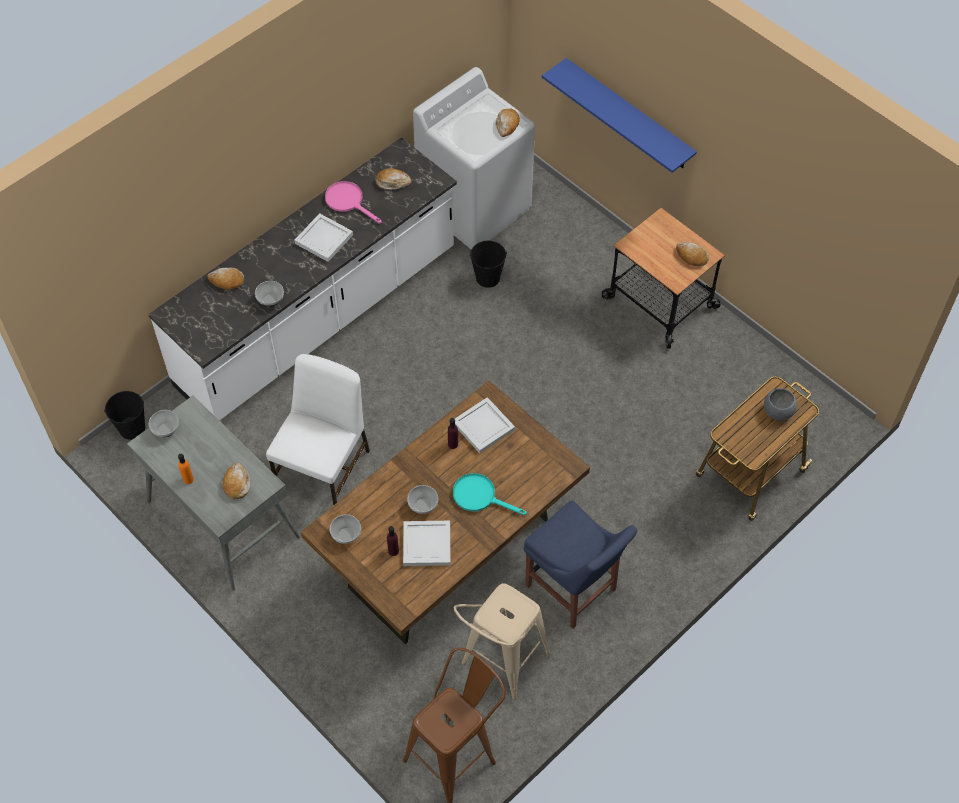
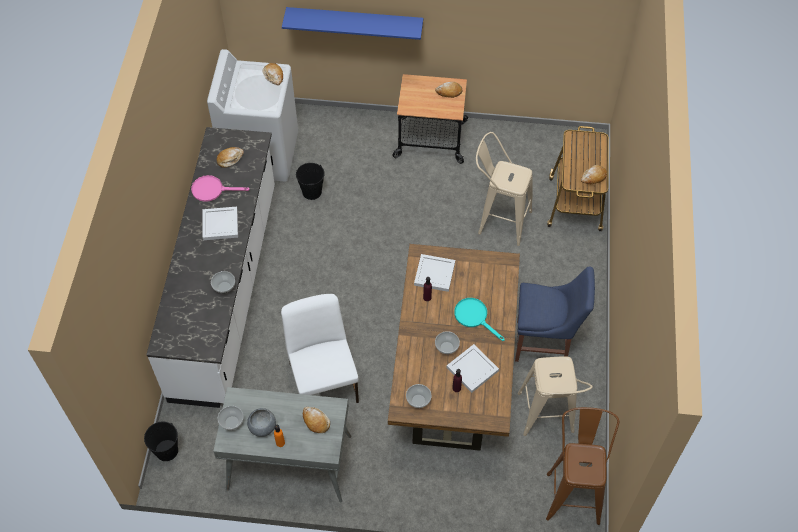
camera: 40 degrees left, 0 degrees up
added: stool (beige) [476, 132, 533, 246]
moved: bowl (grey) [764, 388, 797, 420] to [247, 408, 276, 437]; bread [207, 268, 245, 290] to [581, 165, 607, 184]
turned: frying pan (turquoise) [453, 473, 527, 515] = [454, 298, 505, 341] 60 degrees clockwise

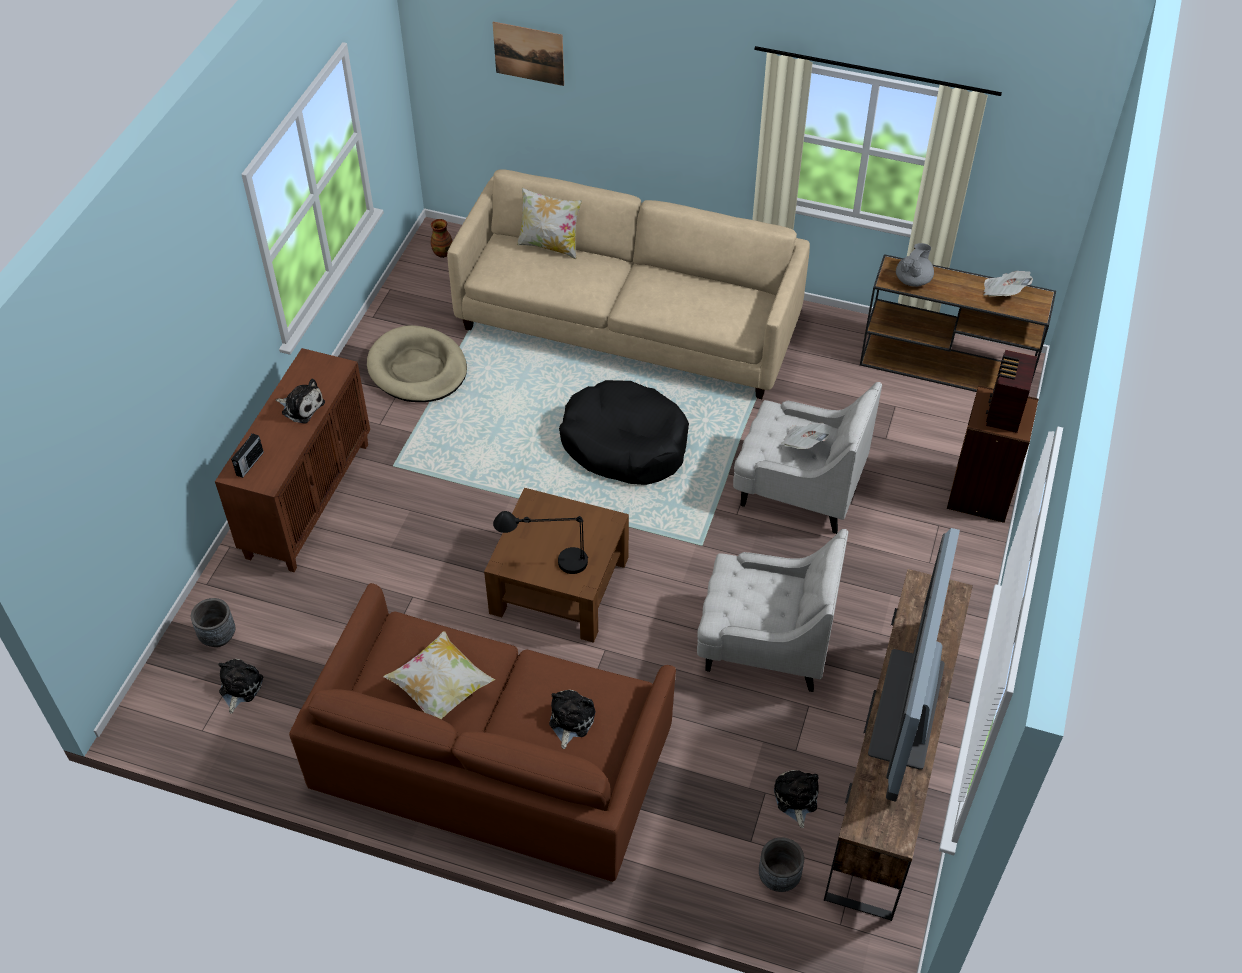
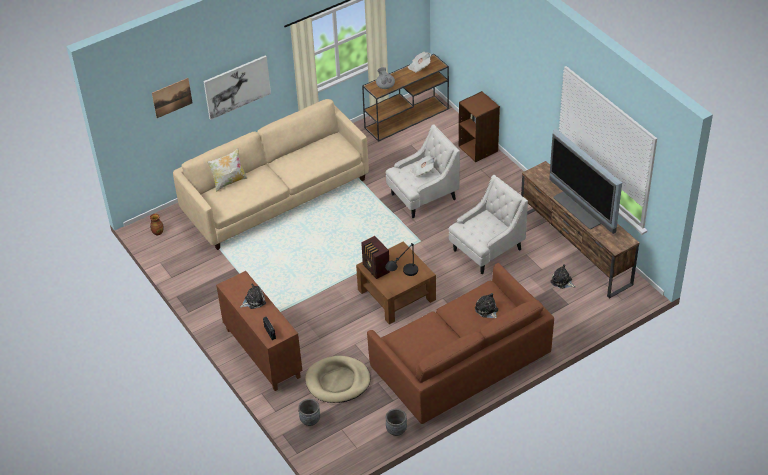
camera: 50 degrees left, 5 degrees down
removed: plush toy [218, 659, 263, 714]; pillow [383, 631, 495, 719]; dog bed (black) [559, 380, 689, 485]
added: picture [204, 55, 271, 120]
moved: dog bed (beige) [367, 325, 467, 402] to [305, 356, 370, 403]; radio [986, 350, 1037, 433] to [361, 236, 390, 279]; planter (grey) [759, 837, 804, 892] to [386, 409, 407, 436]

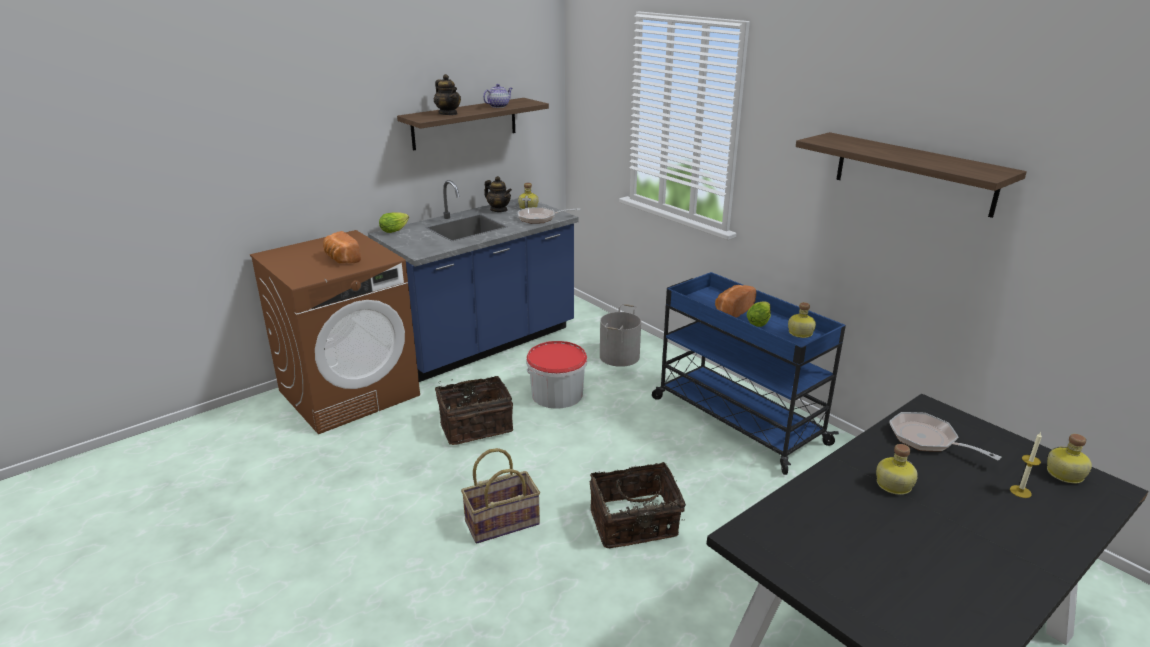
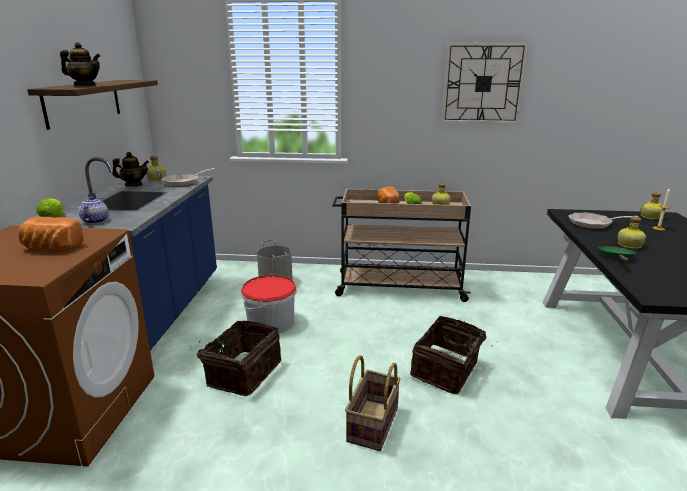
camera: 45 degrees left, 5 degrees down
added: frying pan (green) [598, 246, 636, 262]
moved: teapot [483, 84, 512, 108] to [78, 196, 108, 224]
replaced: shelf [796, 132, 1027, 218] to wall clock [442, 43, 529, 124]
recoloured: cart (blue) [652, 272, 846, 475] to cart (beige) [333, 189, 471, 302]

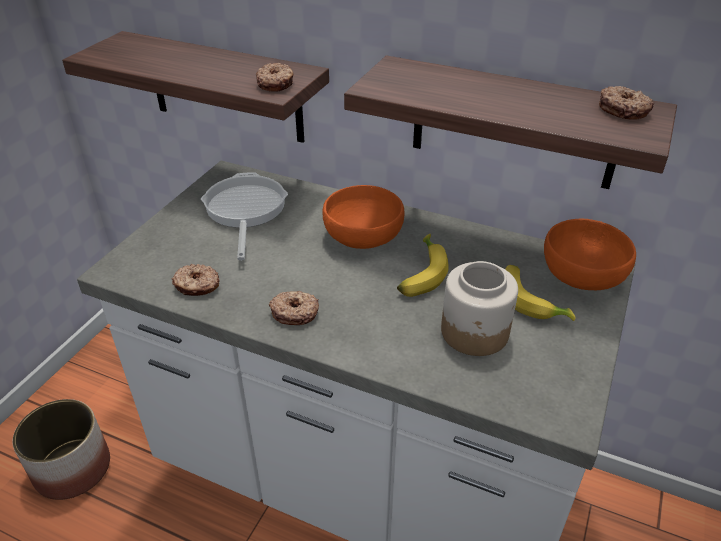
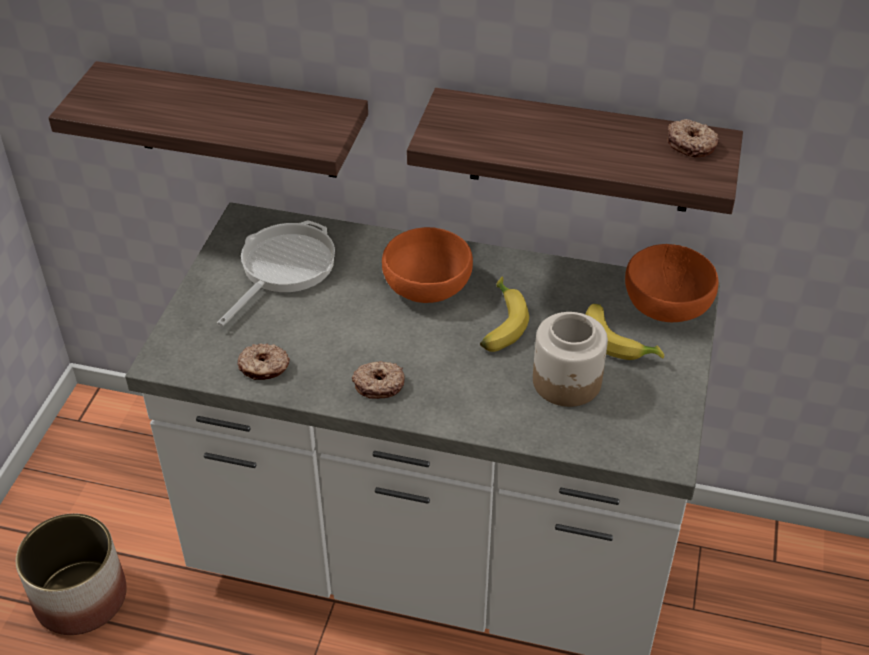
camera: 10 degrees left, 5 degrees up
removed: donut [256, 63, 294, 92]
turned: frying pan [201, 172, 288, 261] = [217, 221, 335, 327] 45 degrees clockwise

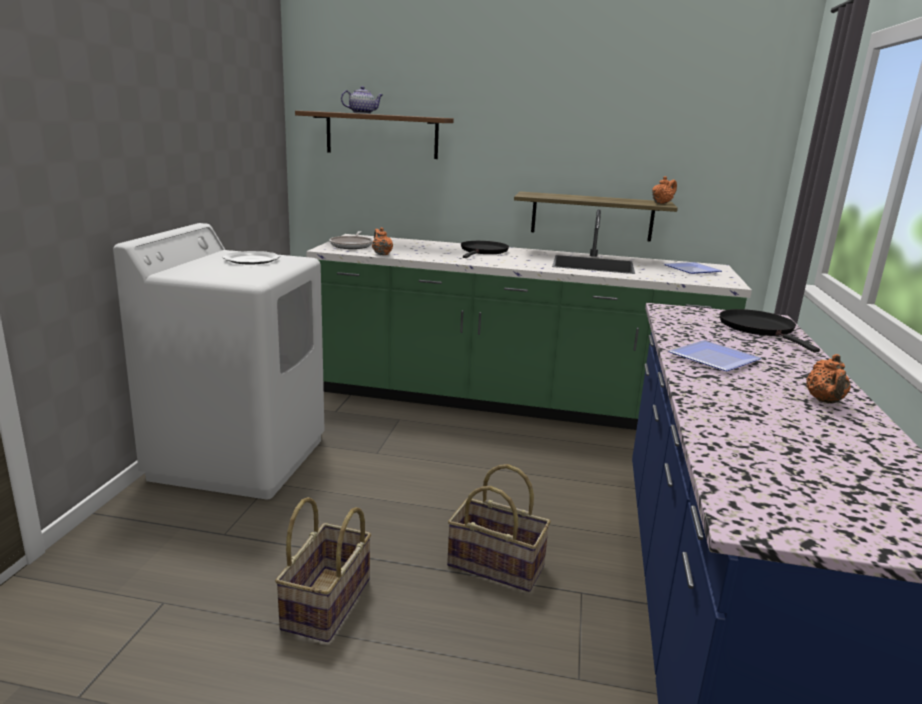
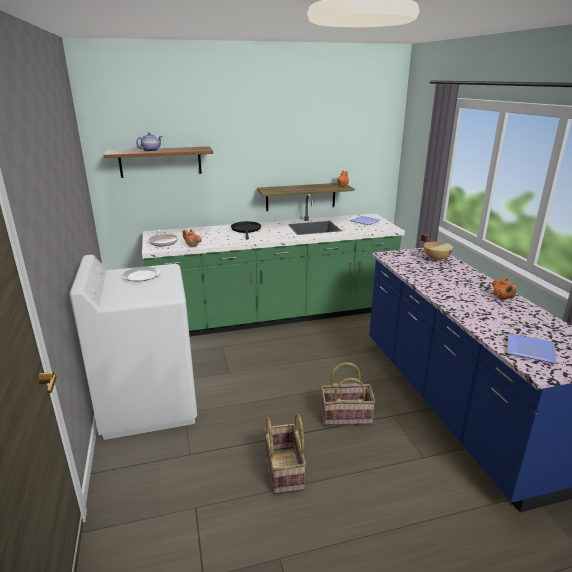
camera: 25 degrees left, 5 degrees up
moved: plate [669, 340, 762, 371] to [507, 333, 557, 364]
replaced: frying pan (black) [720, 309, 820, 352] to cooking pot (beige) [421, 234, 454, 262]

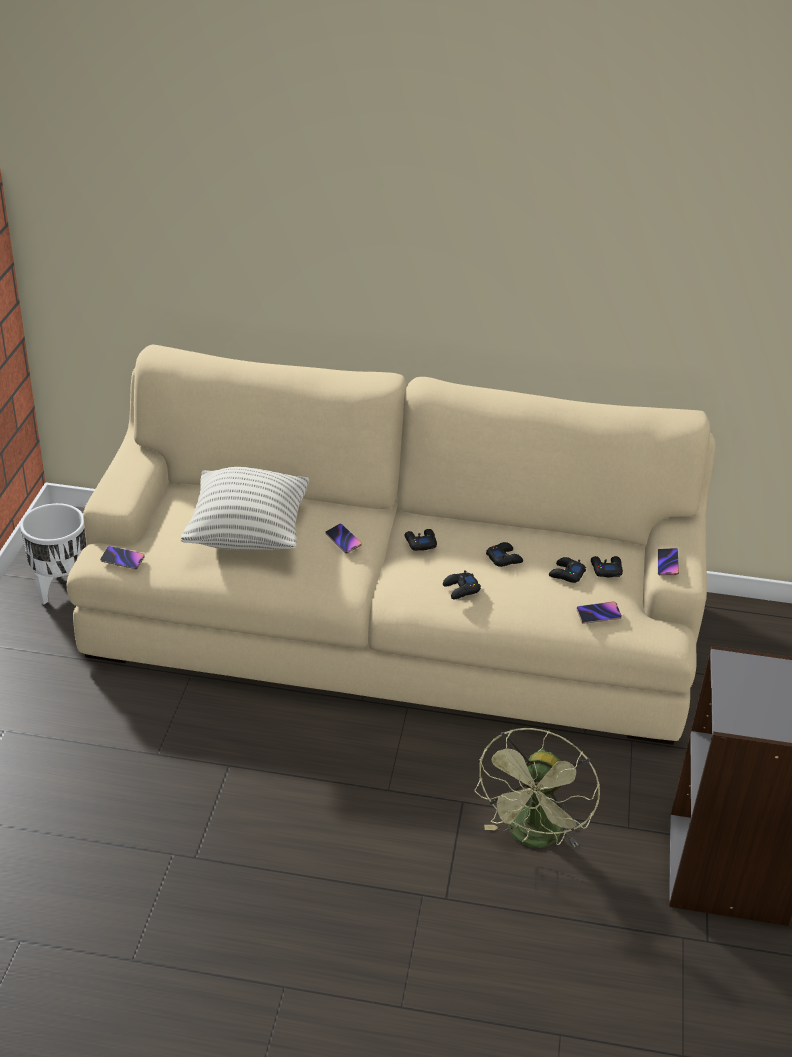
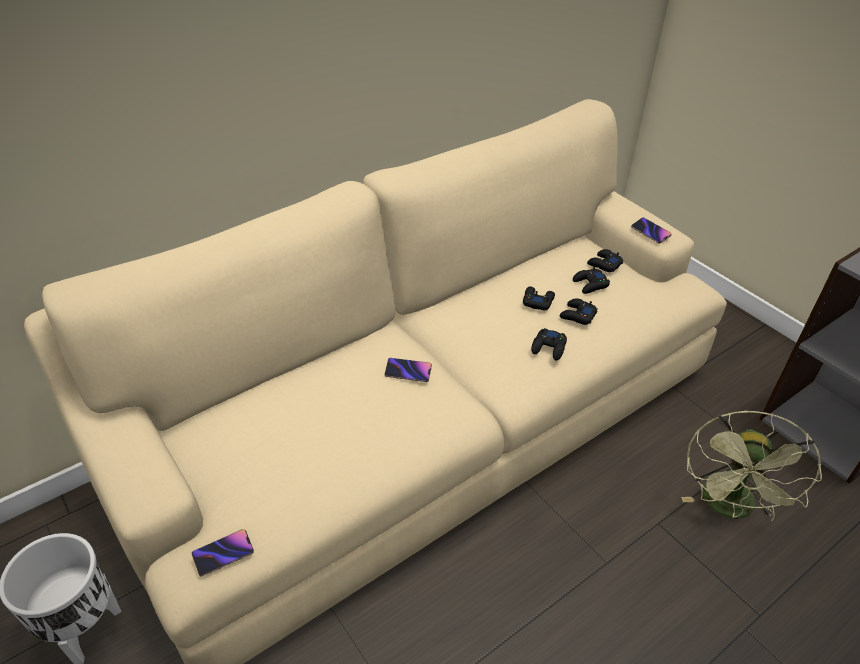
camera: 45 degrees left, 5 degrees up
removed: pillow [181, 467, 309, 550]; phone [577, 601, 622, 624]
moved: game controller (black) [405, 529, 437, 551] to [559, 298, 598, 325]
turned: fan (green) [474, 728, 600, 848] = [681, 411, 822, 521] 45 degrees clockwise

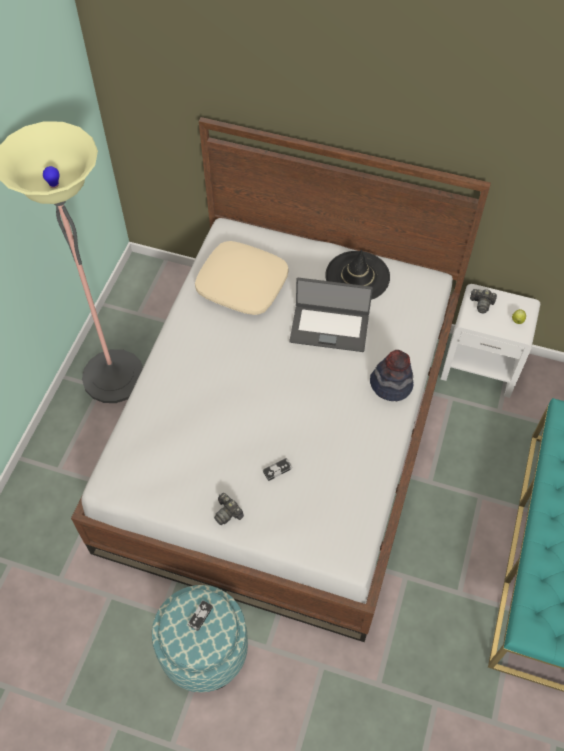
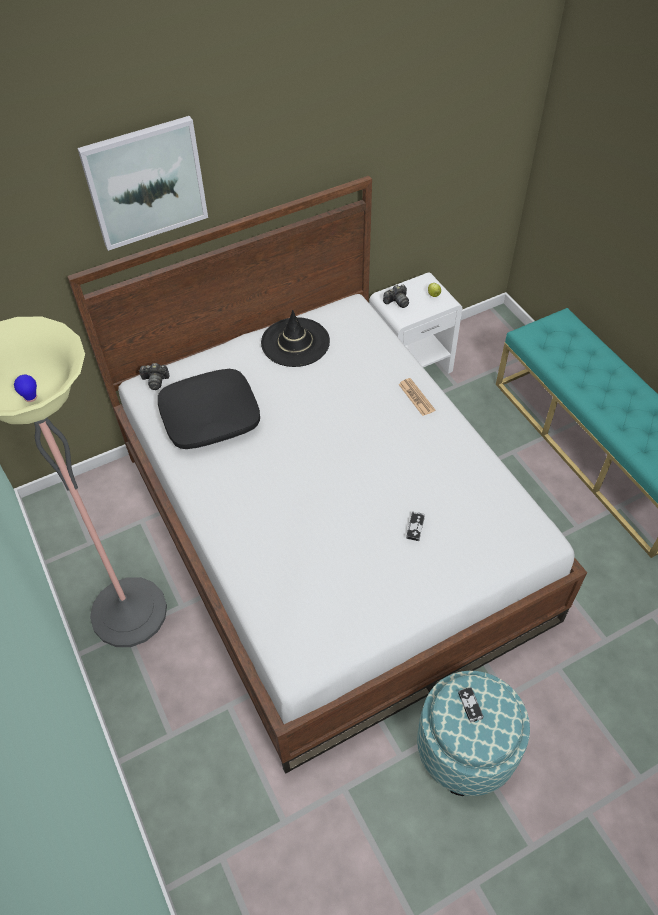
camera: 45 degrees left, 5 degrees down
removed: laptop [289, 278, 373, 352]
added: picture [77, 116, 208, 251]
moved: photo camera [214, 493, 244, 525] to [139, 363, 169, 390]
replaced: hat [370, 350, 413, 401] to newspaper [398, 378, 435, 416]
recoloured: pillow (beige) [195, 241, 289, 315] to pillow (black) [158, 369, 260, 449]

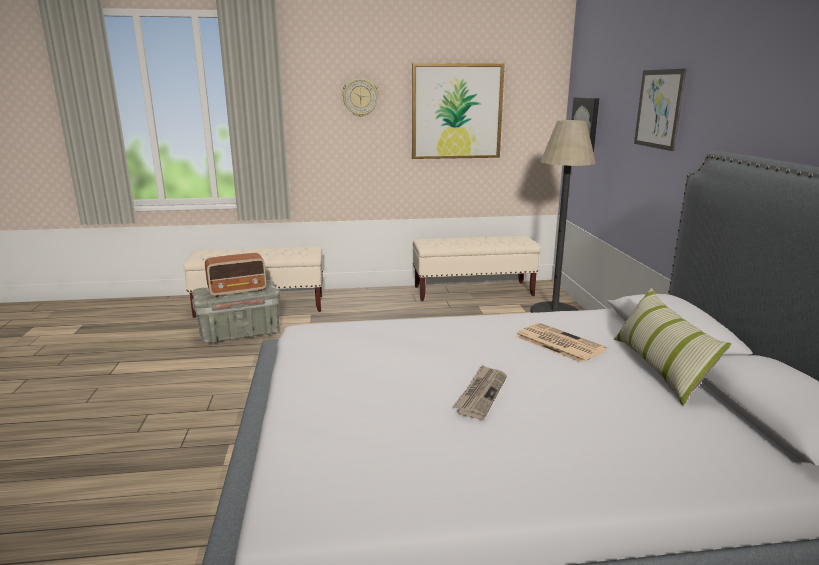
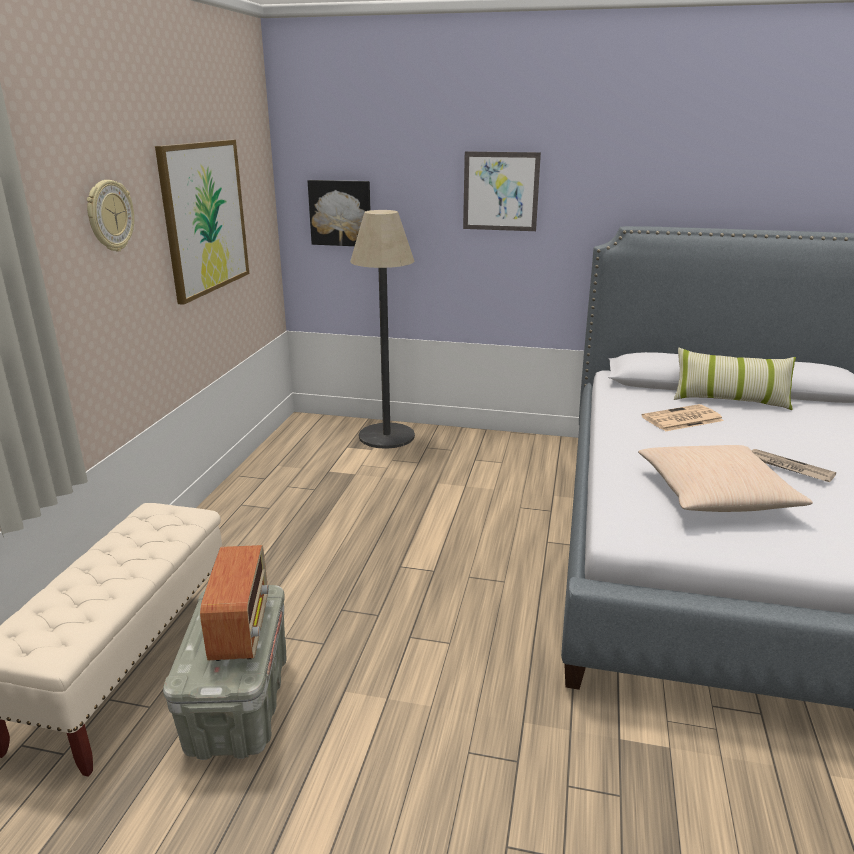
camera: 70 degrees left, 5 degrees up
removed: bench (beige) [413, 236, 541, 301]
added: pillow (beige) [638, 445, 813, 512]

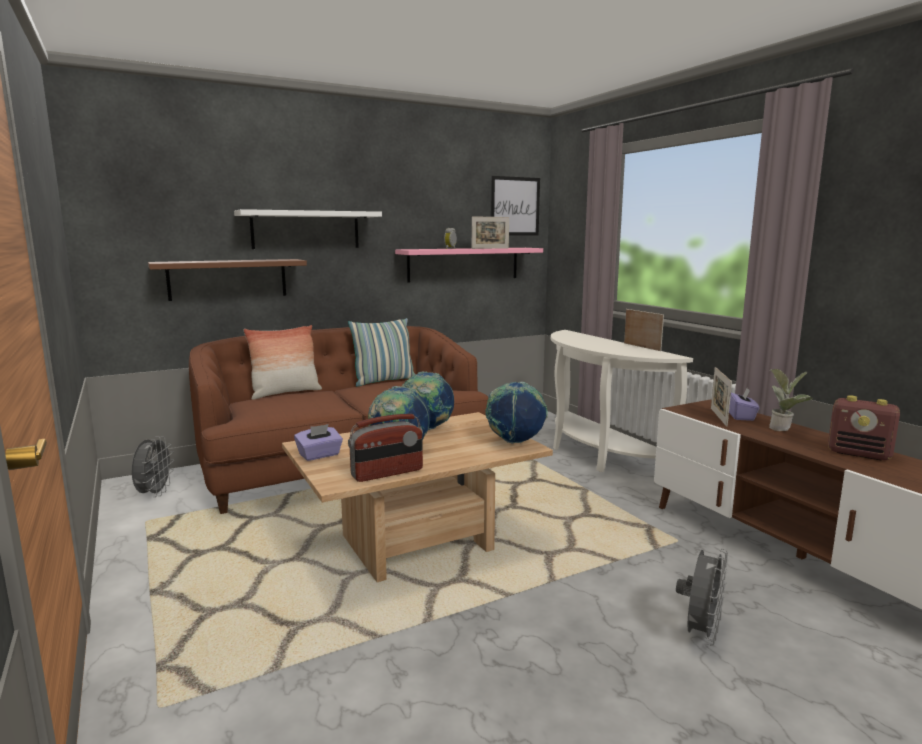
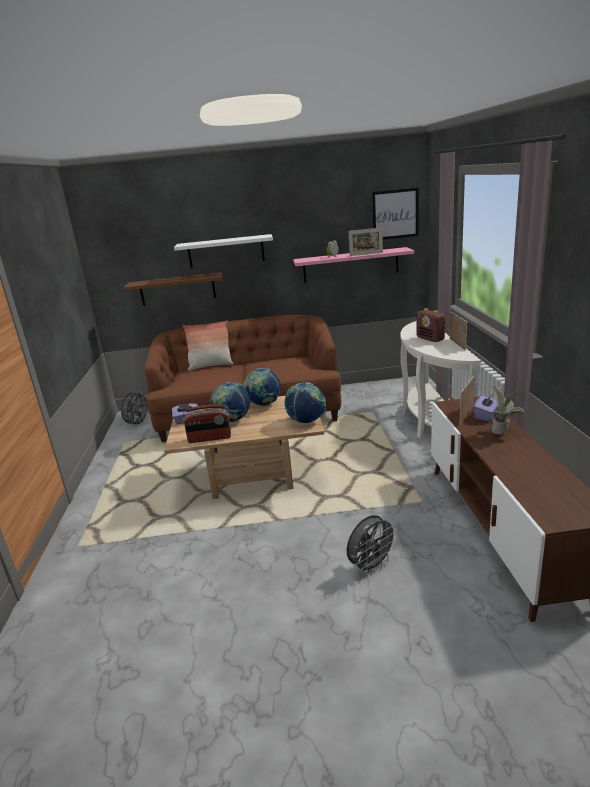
camera: 25 degrees right, 10 degrees up
removed: pillow [348, 318, 415, 387]
moved: radio [828, 395, 900, 460] to [417, 308, 446, 342]

